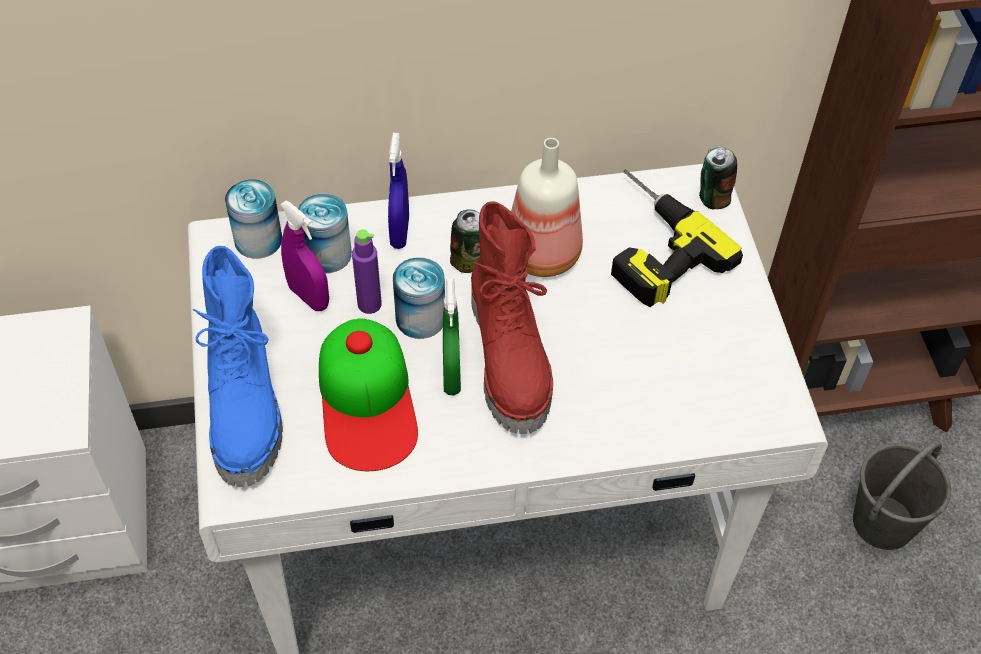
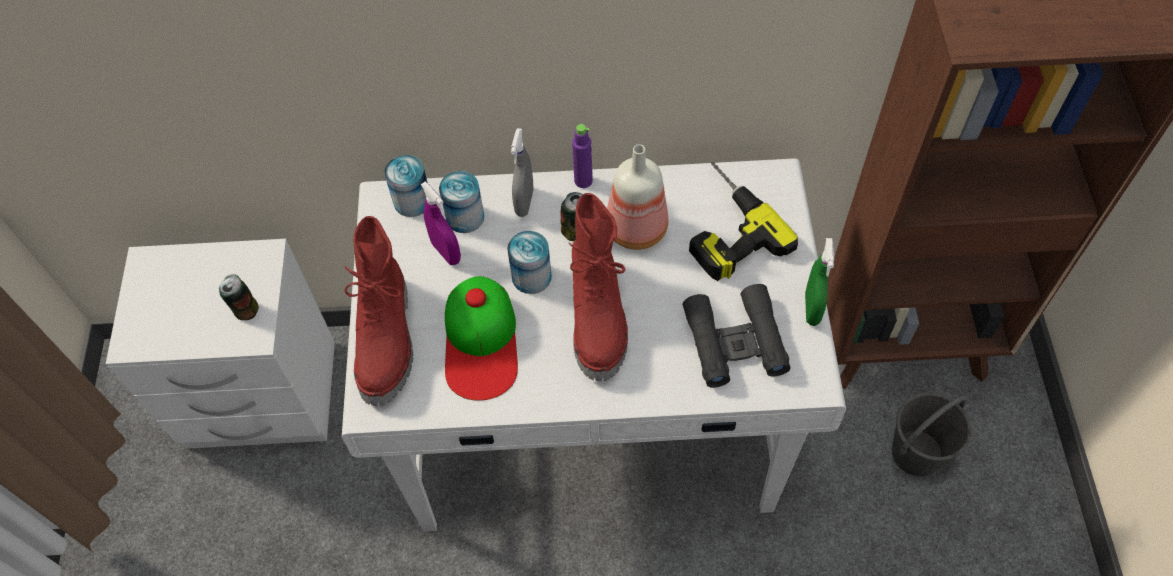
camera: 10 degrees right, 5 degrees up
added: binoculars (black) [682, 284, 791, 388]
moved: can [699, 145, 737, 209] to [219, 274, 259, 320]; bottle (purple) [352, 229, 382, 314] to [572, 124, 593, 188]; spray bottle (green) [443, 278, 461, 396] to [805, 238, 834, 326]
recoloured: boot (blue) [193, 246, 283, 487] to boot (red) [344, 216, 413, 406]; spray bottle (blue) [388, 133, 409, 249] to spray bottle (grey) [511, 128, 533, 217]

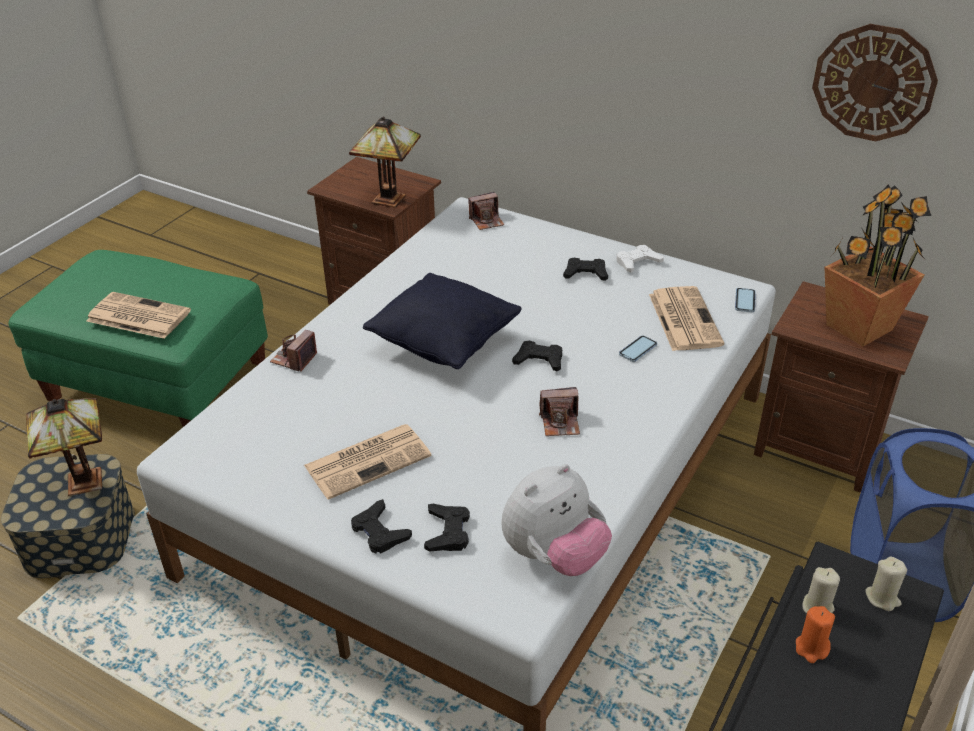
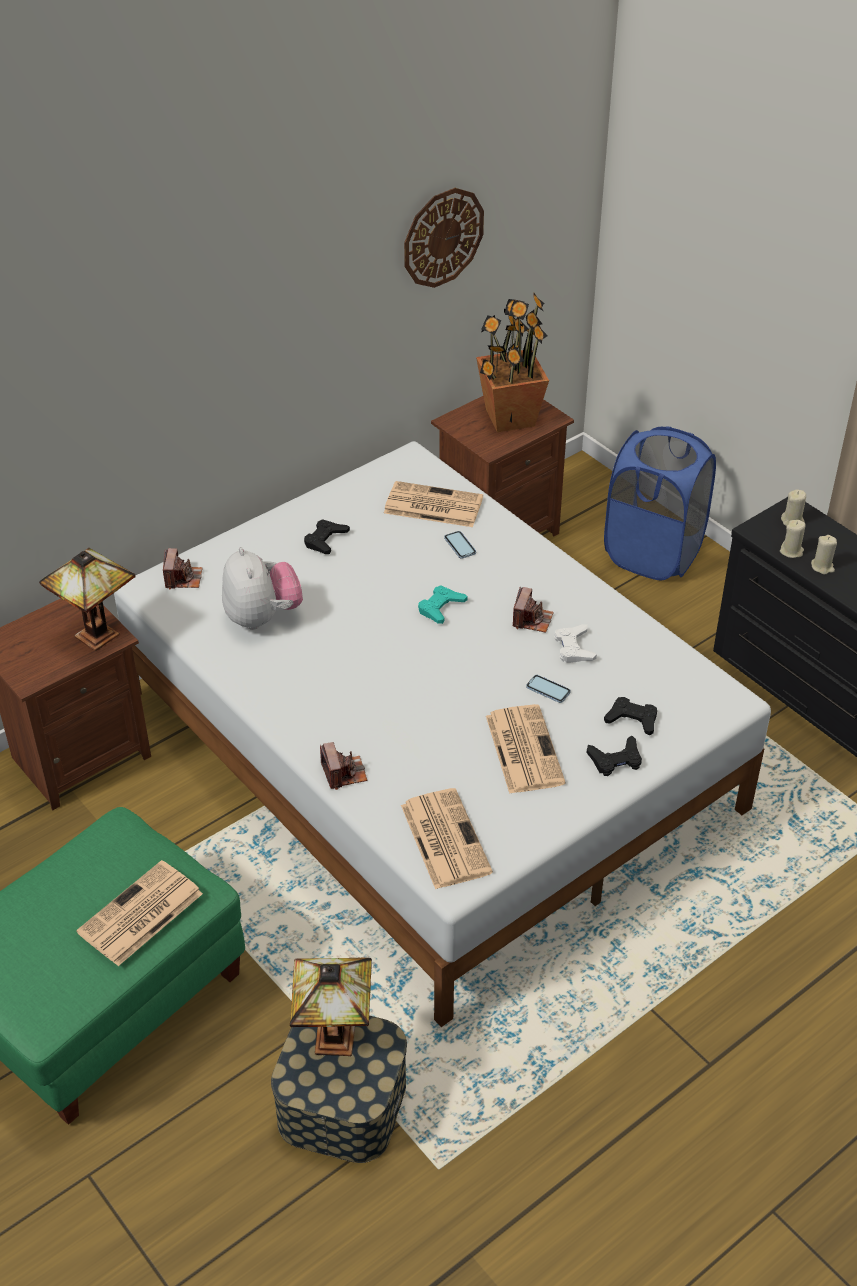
camera: 70 degrees left, 5 degrees up
removed: pillow (black) [363, 273, 522, 369]
added: newspaper [401, 788, 493, 889]
moved: plush toy [502, 464, 612, 576] to [222, 547, 303, 630]; phone [735, 288, 756, 313] to [526, 675, 571, 703]; game controller (white) [617, 245, 664, 272] to [554, 624, 597, 663]
recoloured: game controller (black) [512, 341, 562, 371] to game controller (turquoise) [418, 585, 467, 624]; candle (orange) [796, 606, 835, 663] to candle (beige) [811, 535, 837, 574]
turned: photo camera [270, 330, 317, 372] = [320, 742, 367, 790] 150 degrees counterclockwise

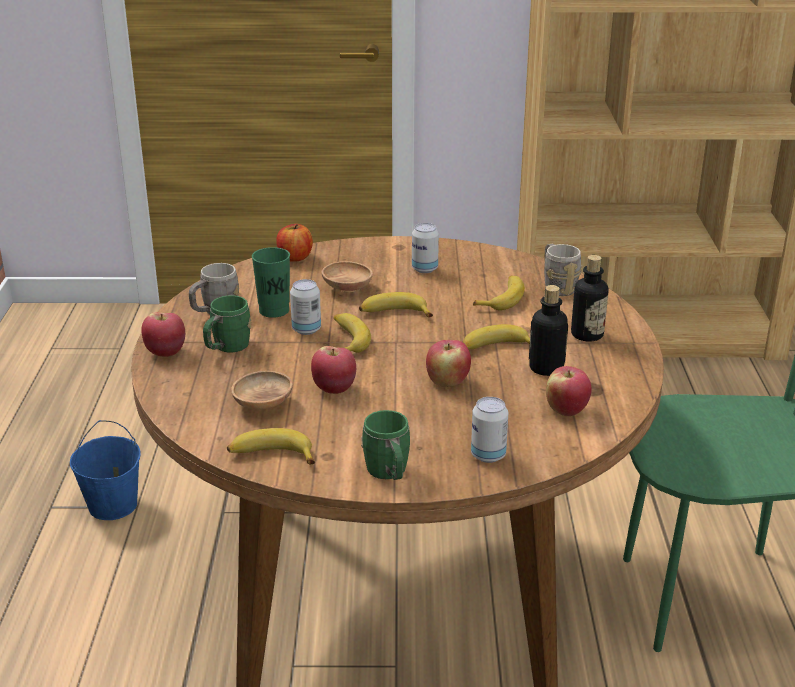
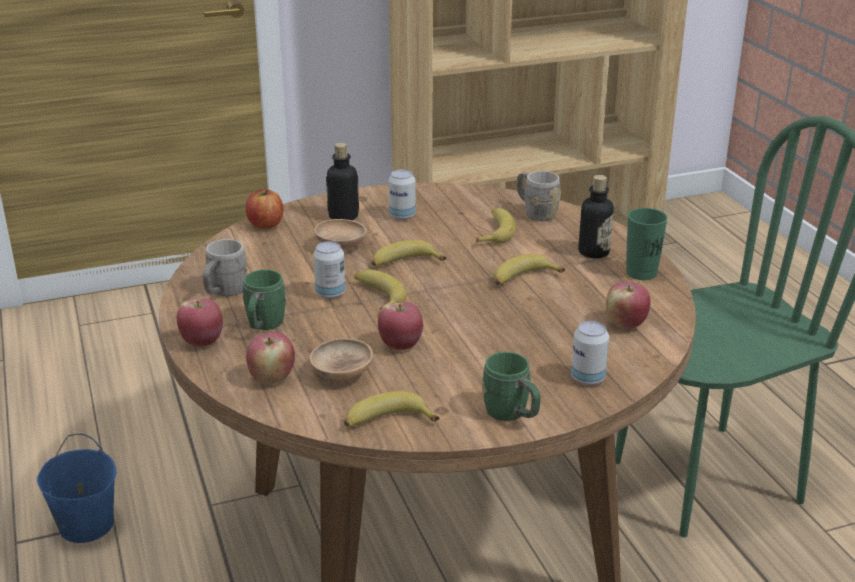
camera: 20 degrees left, 0 degrees up
moved: apple [426, 340, 471, 387] to [246, 332, 295, 384]; bottle [529, 285, 568, 376] to [326, 143, 359, 220]; cup (green) [252, 247, 290, 318] to [626, 208, 668, 280]

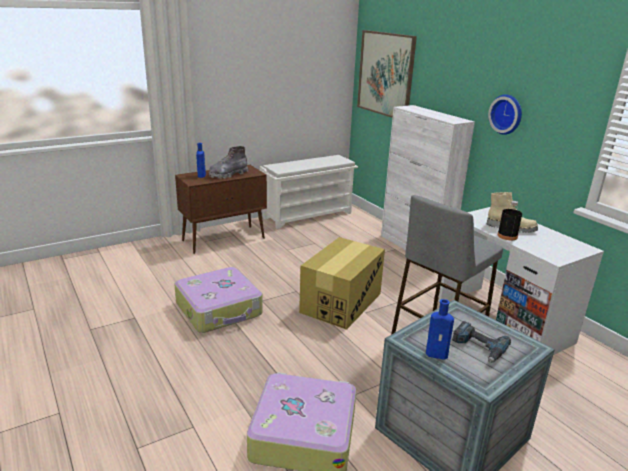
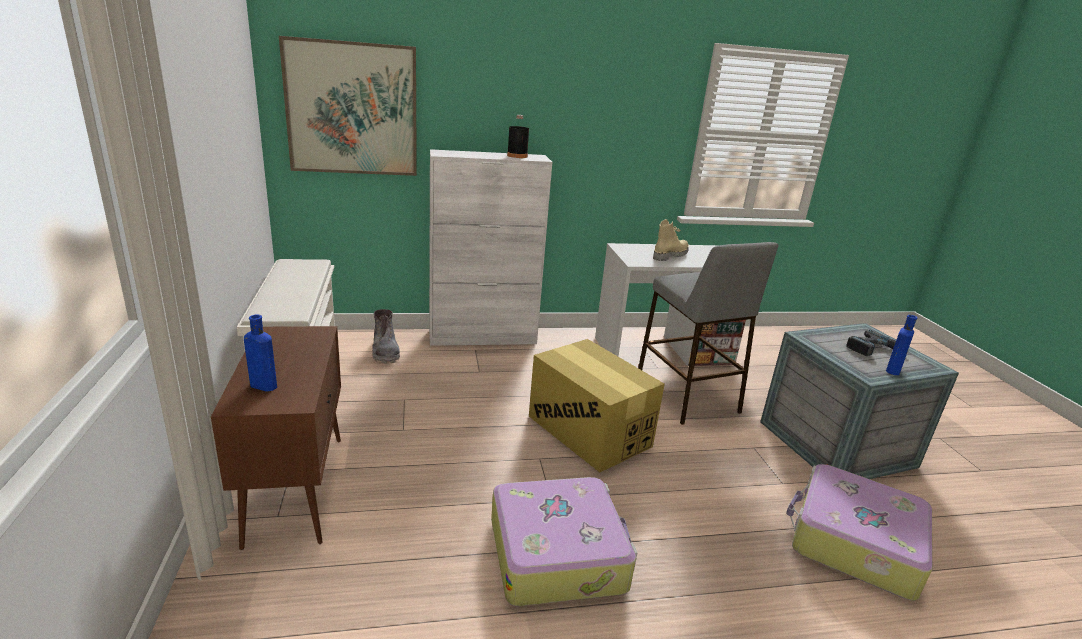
camera: 70 degrees left, 0 degrees up
removed: wall clock [488, 94, 522, 135]
moved: boot (grey) [209, 146, 248, 179] to [372, 309, 400, 363]; bottle (black) [497, 201, 522, 240] to [507, 115, 529, 158]

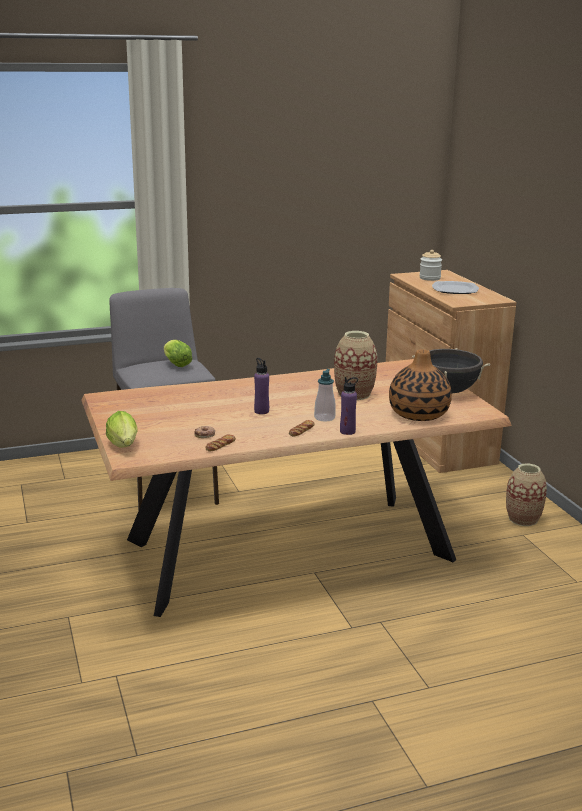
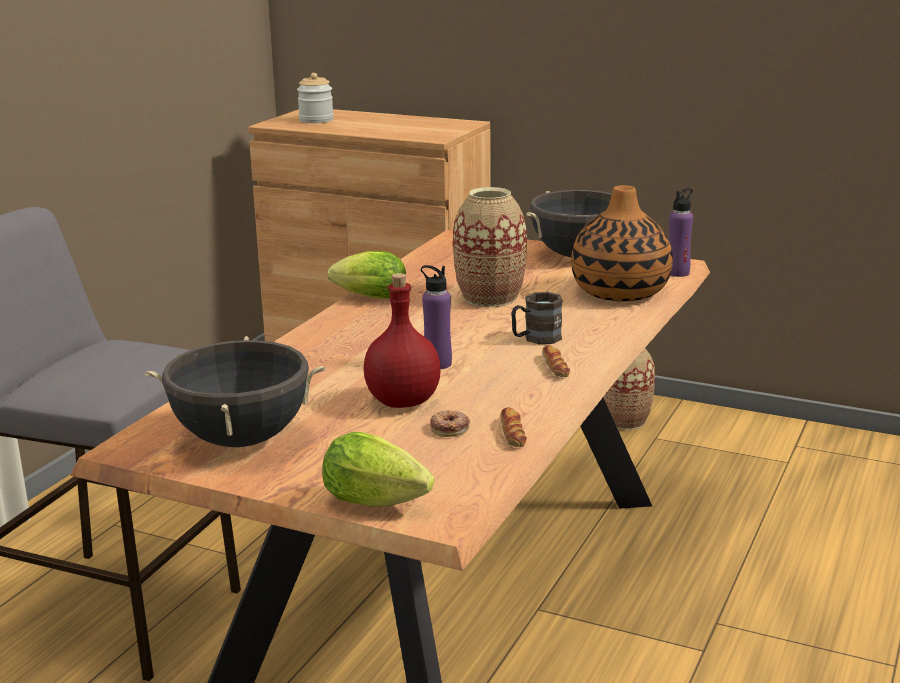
camera: 45 degrees left, 0 degrees up
removed: plate [432, 281, 479, 294]
added: cooking pot (black) [145, 336, 326, 447]; bottle (red) [363, 273, 441, 408]
moved: lettuce [164, 340, 192, 367] to [328, 251, 406, 299]; bottle (purple) [340, 377, 358, 435] to [669, 188, 693, 277]
replaced: soap dispenser [314, 369, 336, 422] to mug (brown) [511, 292, 563, 344]

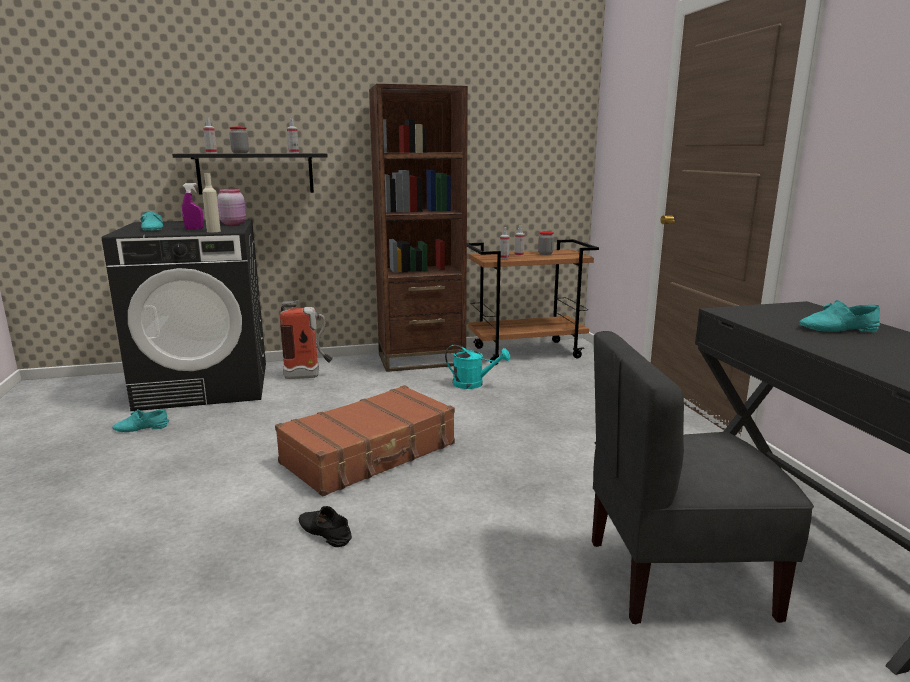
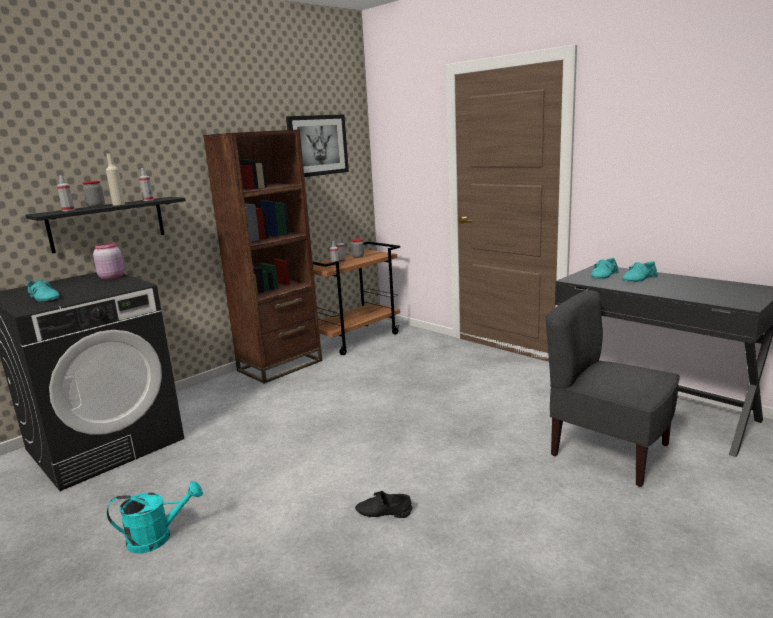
camera: 30 degrees left, 0 degrees up
removed: spray bottle (purple) [182, 183, 204, 229]; suitcase (brown) [275, 385, 455, 497]; fire extinguisher [280, 300, 333, 379]
added: picture [286, 114, 349, 177]
moved: bottle (beige) [202, 173, 221, 232] to [106, 153, 125, 205]; watering can (turquoise) [445, 345, 510, 389] to [107, 481, 203, 554]; shoe (turquoise) [112, 409, 169, 432] to [591, 258, 619, 279]
turned: chair (grey) [592, 331, 814, 624] = [546, 290, 680, 487] 75 degrees clockwise

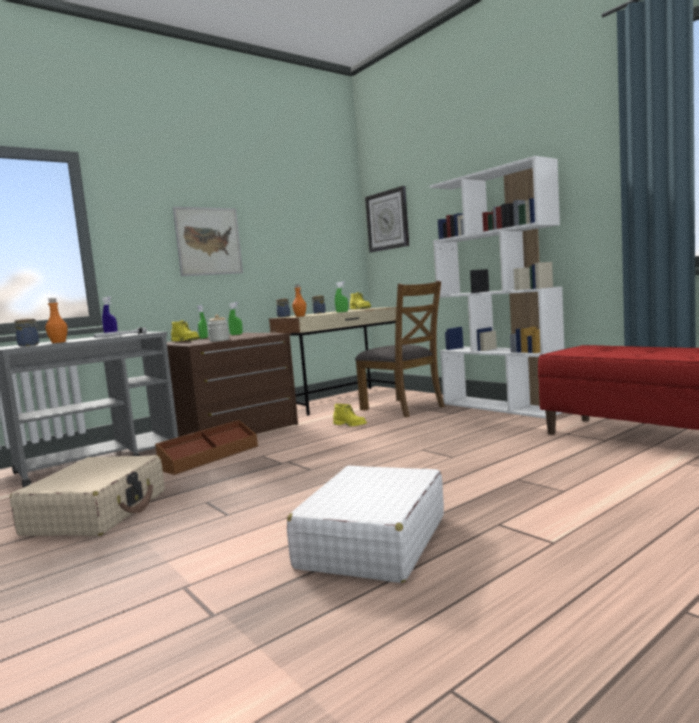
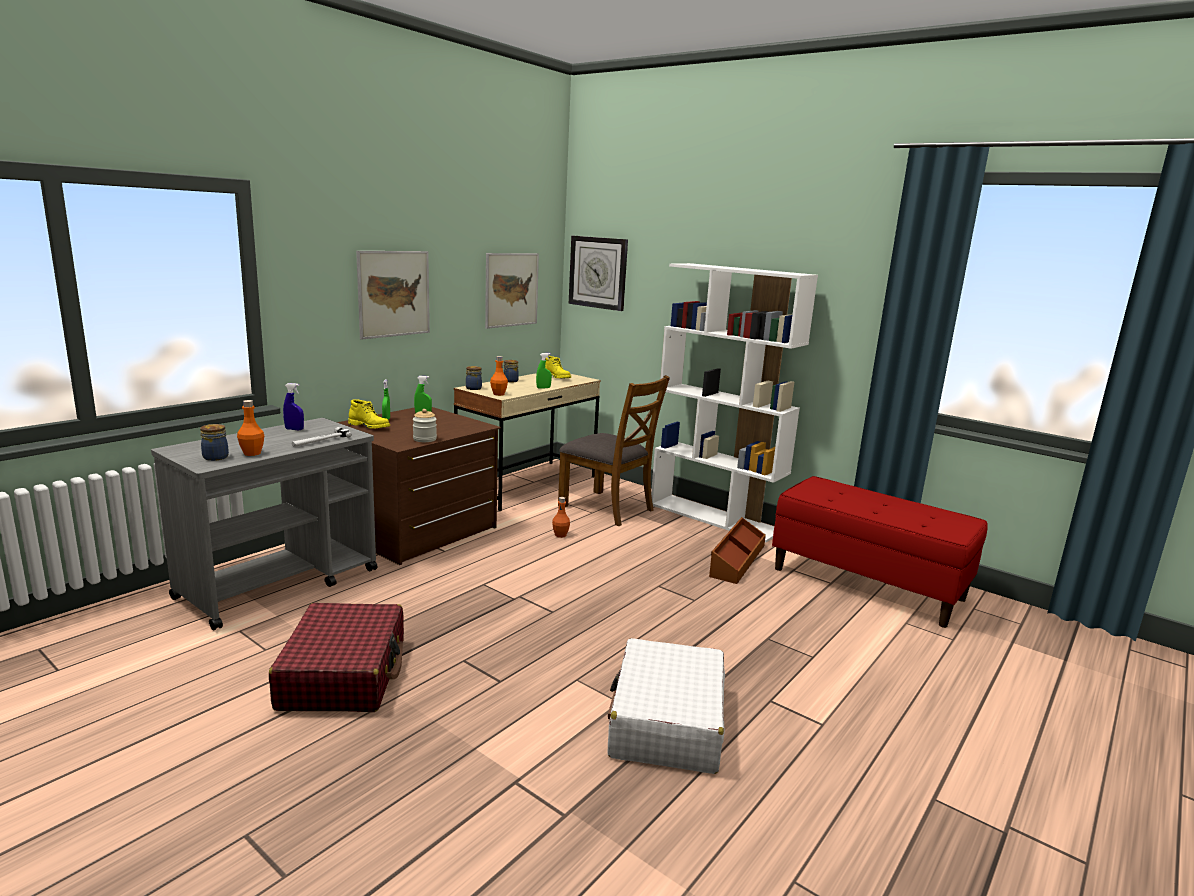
camera: 15 degrees left, 10 degrees up
added: picture [485, 253, 539, 329]
moved: storage box (brown) [155, 420, 258, 475] to [709, 517, 766, 584]
replaced: boot (yellow) [333, 404, 367, 426] to bottle (orange) [552, 497, 570, 538]
recoloured: suitcase (beige) [10, 455, 165, 536] to suitcase (red) [269, 603, 404, 712]

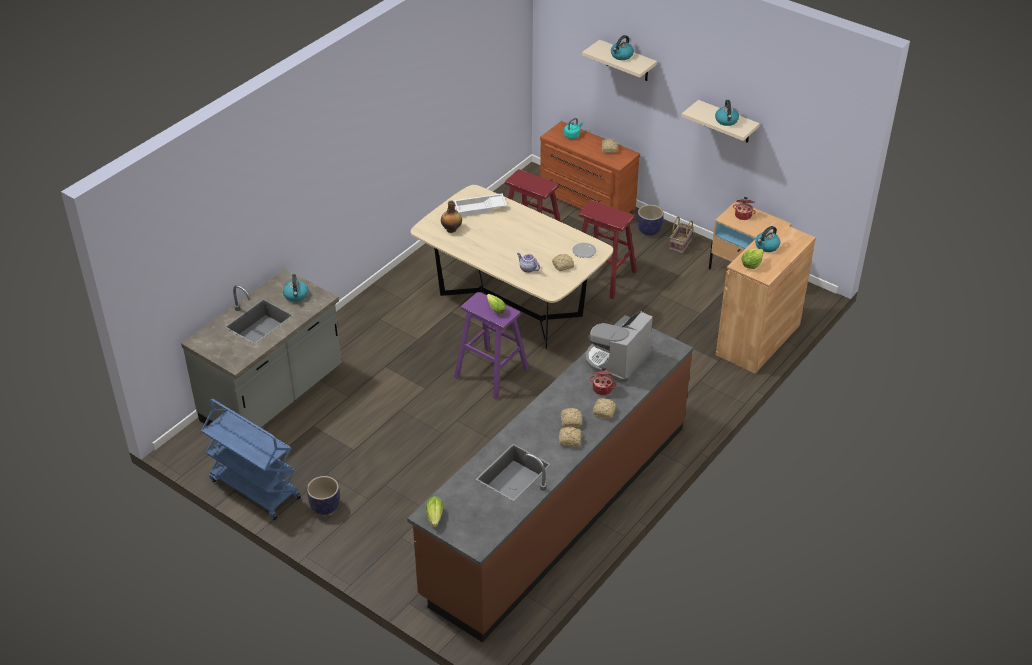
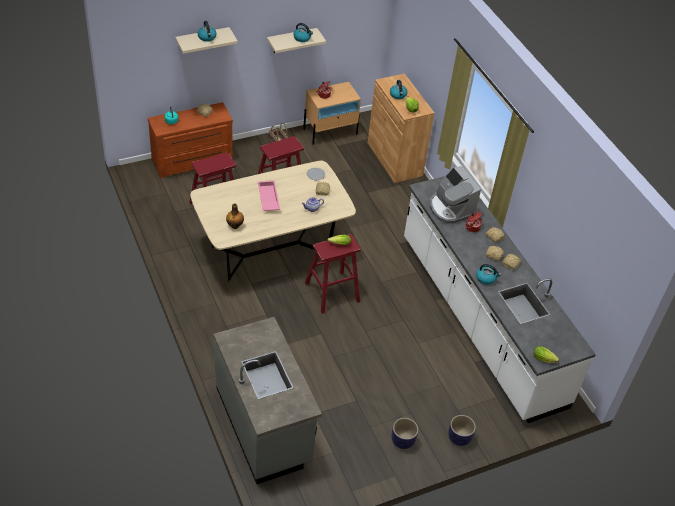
camera: 65 degrees left, 5 degrees up
removed: cart (blue) [201, 399, 301, 520]; tray (white) [454, 193, 507, 217]
added: tray (pink) [258, 181, 280, 211]
moved: planter [637, 205, 664, 236] to [448, 415, 476, 446]; kettle [283, 274, 309, 302] to [476, 264, 501, 285]
recoloured: stool (purple) [454, 292, 529, 399] to stool (red) [305, 234, 361, 314]; counter (brown) [407, 315, 693, 642] to counter (white) [404, 176, 596, 423]

